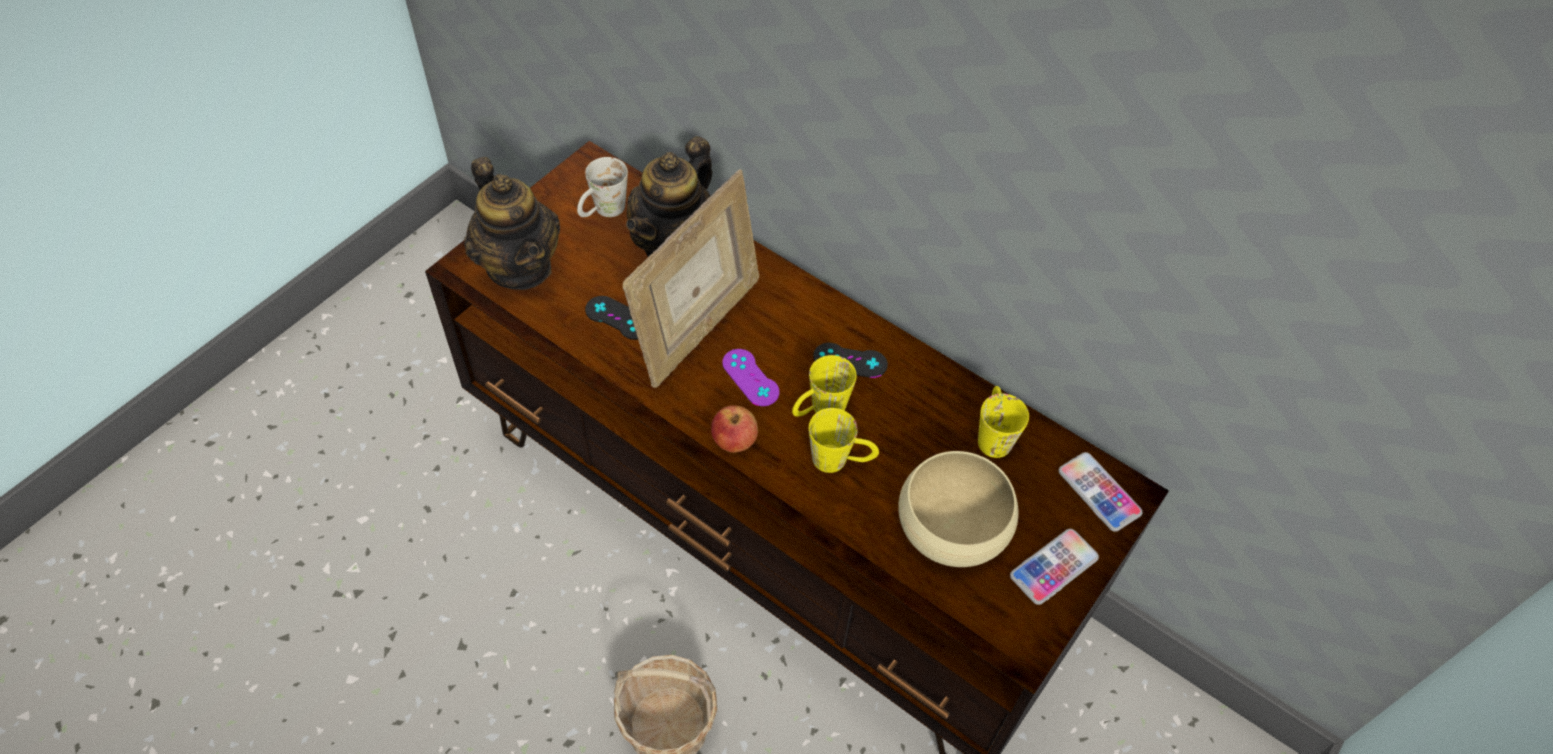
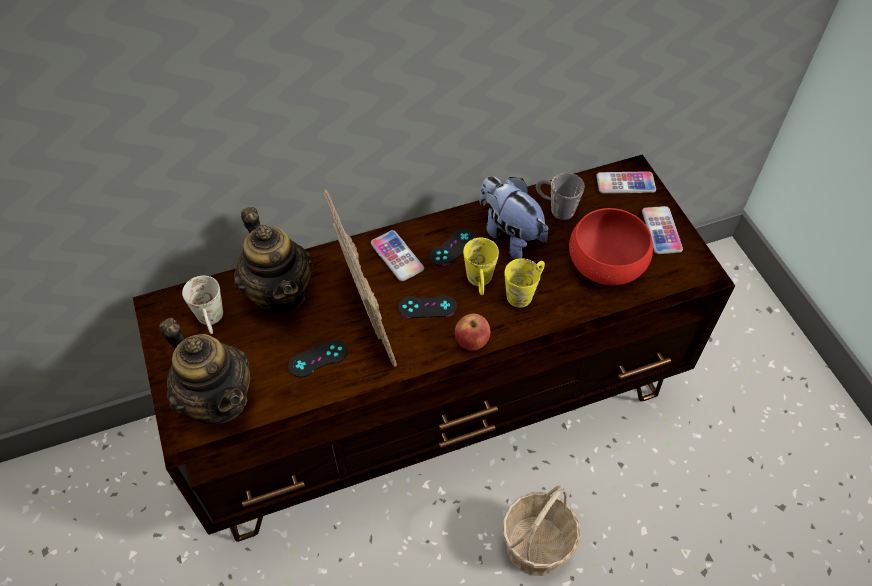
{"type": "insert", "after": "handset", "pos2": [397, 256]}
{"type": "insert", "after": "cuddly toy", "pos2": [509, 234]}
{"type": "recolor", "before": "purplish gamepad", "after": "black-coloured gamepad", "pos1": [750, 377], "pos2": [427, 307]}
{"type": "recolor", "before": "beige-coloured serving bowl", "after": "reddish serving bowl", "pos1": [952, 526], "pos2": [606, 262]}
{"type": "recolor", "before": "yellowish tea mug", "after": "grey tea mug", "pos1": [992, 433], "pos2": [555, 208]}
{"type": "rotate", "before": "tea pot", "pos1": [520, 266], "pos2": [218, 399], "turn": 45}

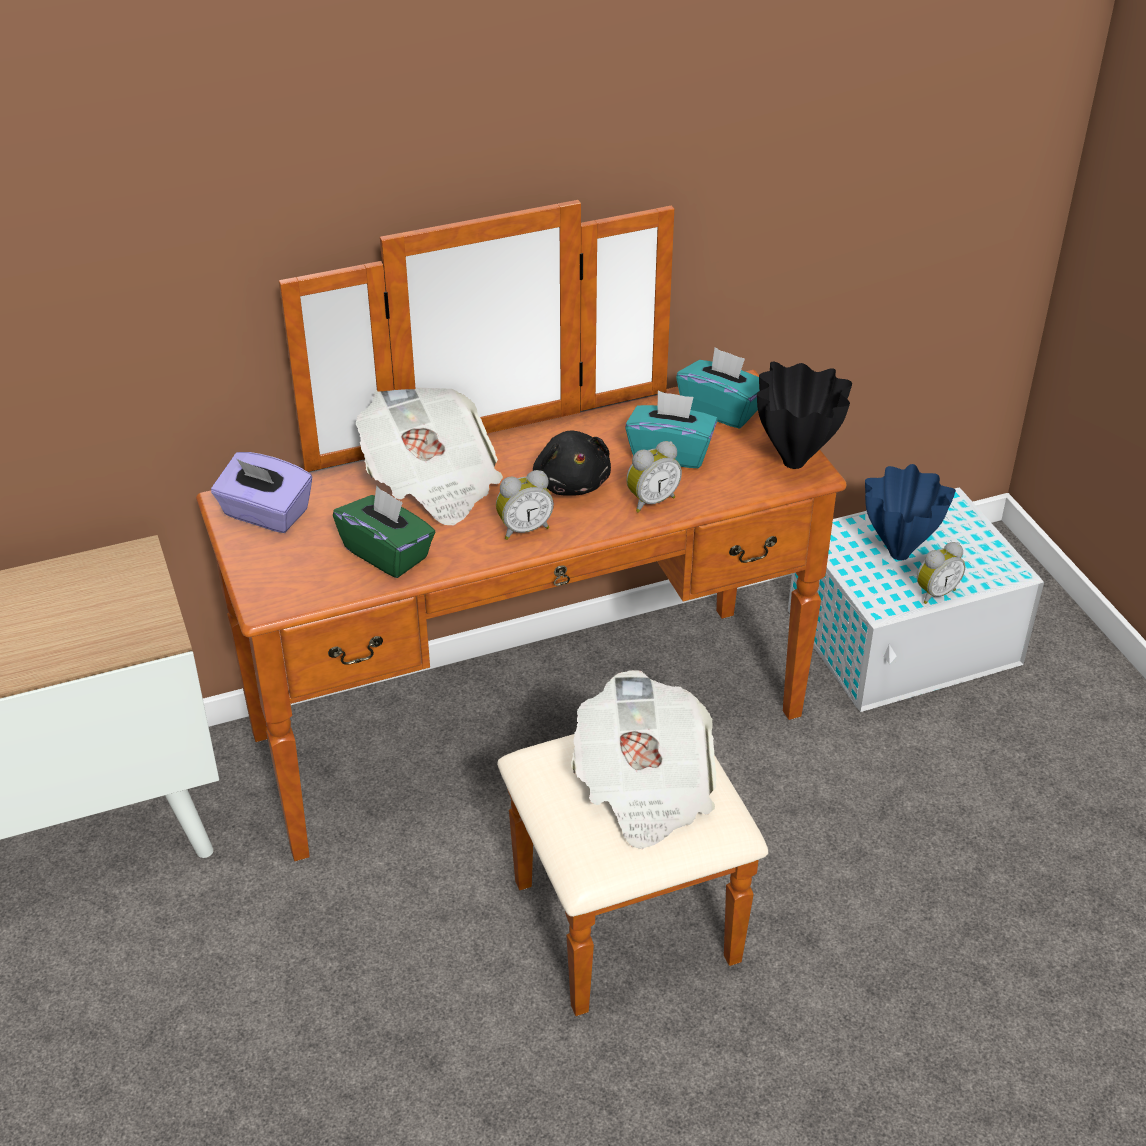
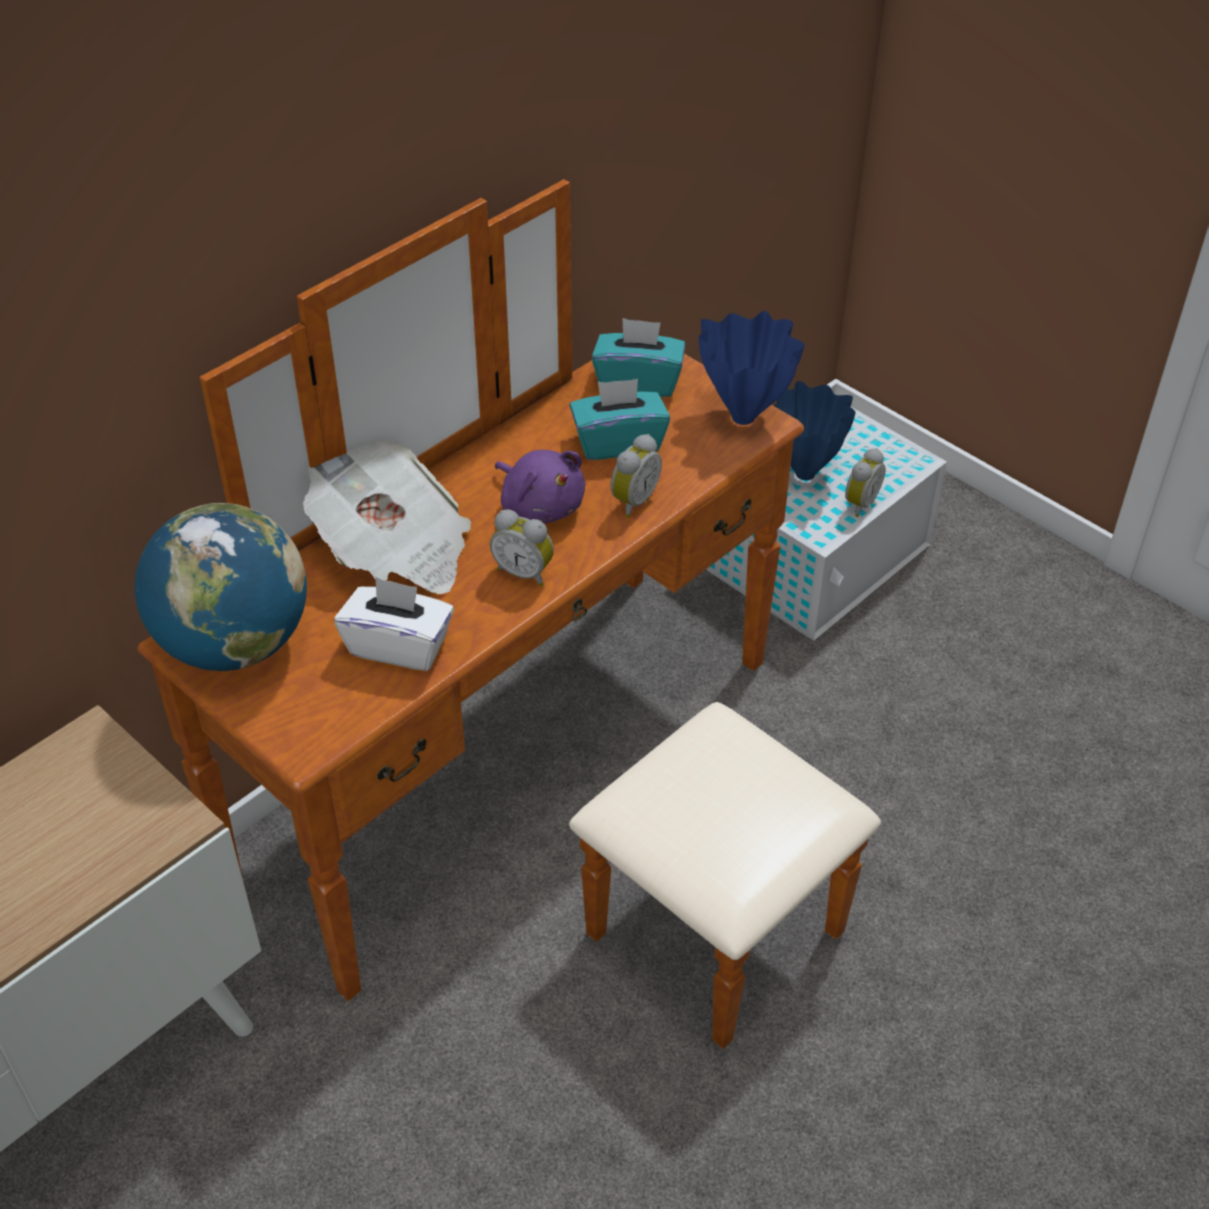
{"type": "delete", "before": "daily paper", "pos1": [644, 788]}
{"type": "replace", "before": "purplish box of tissues", "after": "globe", "pos1": [265, 514], "pos2": [234, 644]}
{"type": "recolor", "before": "green-coloured box of tissues", "after": "white-coloured box of tissues", "pos1": [387, 553], "pos2": [399, 645]}
{"type": "recolor", "before": "black-coloured cuddly toy", "after": "purplish cuddly toy", "pos1": [571, 482], "pos2": [540, 505]}
{"type": "recolor", "before": "black-coloured vase", "after": "bluish vase", "pos1": [795, 463], "pos2": [745, 418]}
{"type": "rotate", "before": "table clock", "pos1": [524, 529], "pos2": [524, 572], "turn": 75}

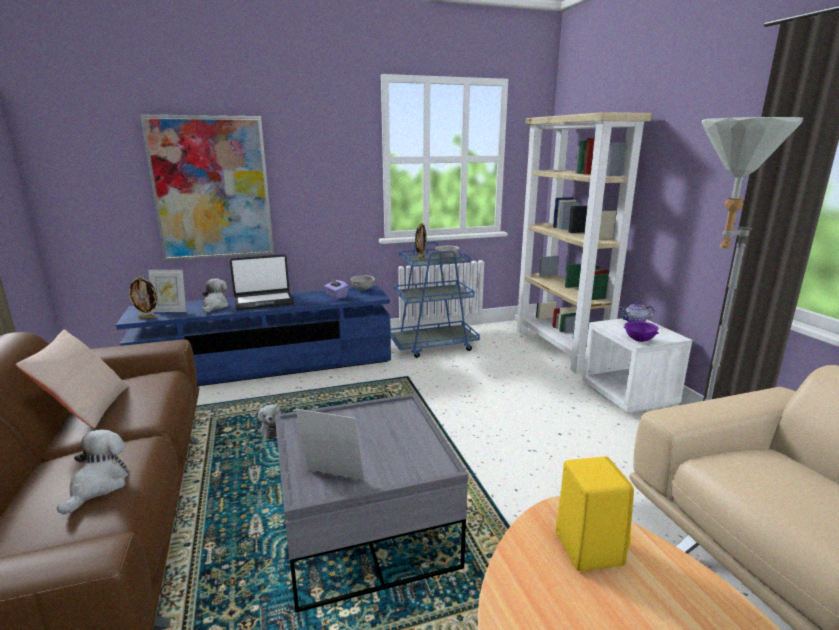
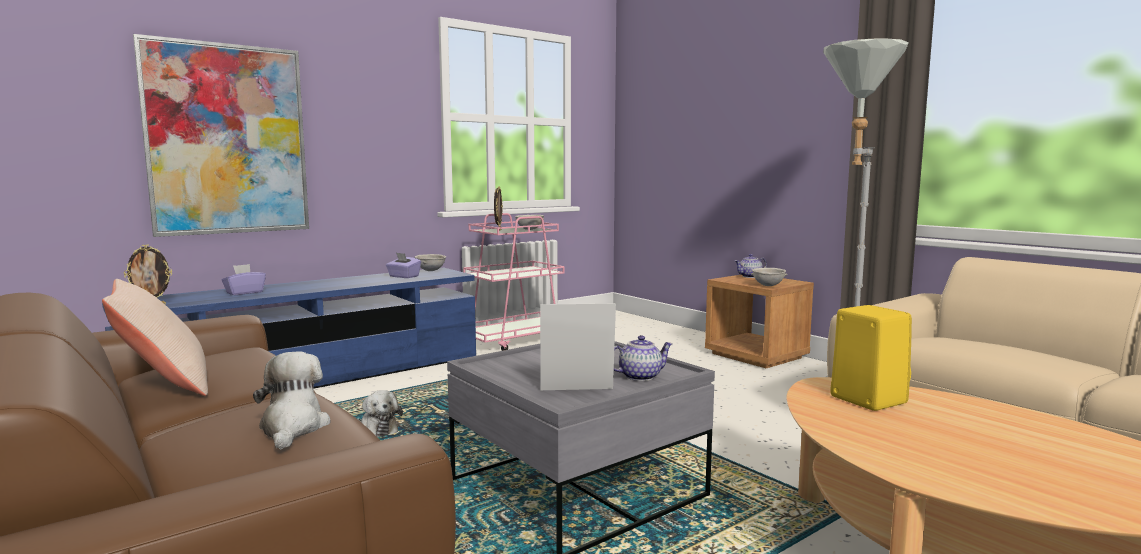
{"type": "delete", "before": "picture frame", "pos1": [170, 311]}
{"type": "delete", "before": "laptop", "pos1": [264, 301]}
{"type": "delete", "before": "beige-coloured bookcase", "pos1": [560, 348]}
{"type": "insert", "after": "tea pot", "pos2": [640, 376]}
{"type": "replace", "before": "cuddly toy", "after": "purplish box of tissues", "pos1": [215, 306], "pos2": [244, 292]}
{"type": "recolor", "before": "bluish wheeled cart", "after": "pink wheeled cart", "pos1": [433, 345], "pos2": [515, 340]}
{"type": "recolor", "before": "white-coloured bedside table", "after": "brown bedside table", "pos1": [629, 395], "pos2": [757, 356]}
{"type": "recolor", "before": "purplish serving bowl", "after": "grey serving bowl", "pos1": [639, 340], "pos2": [768, 286]}

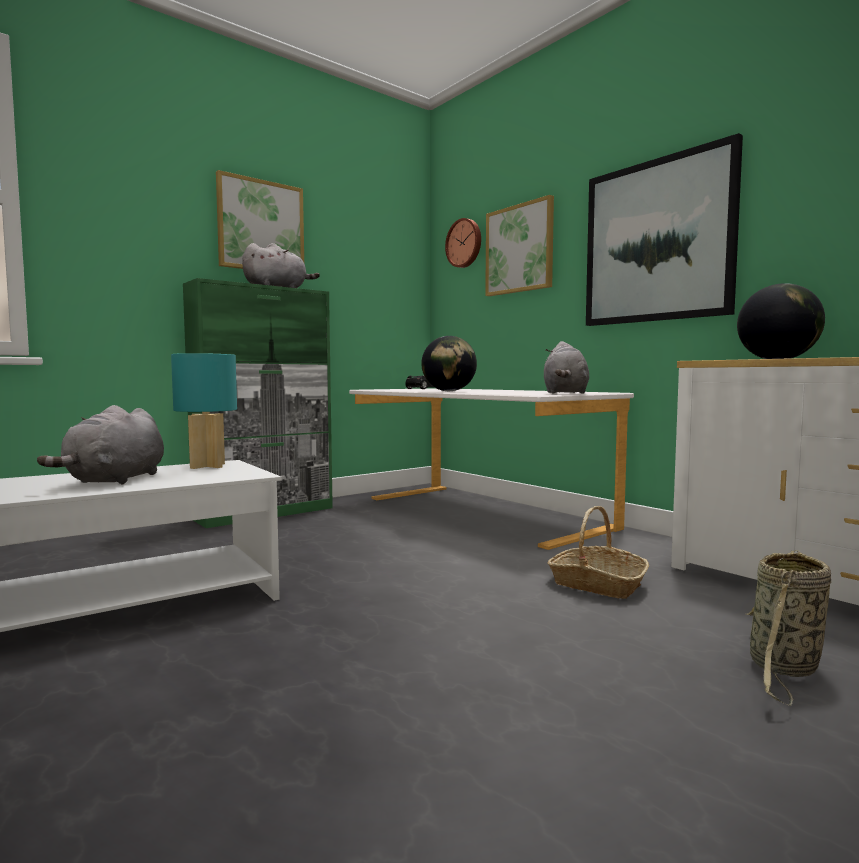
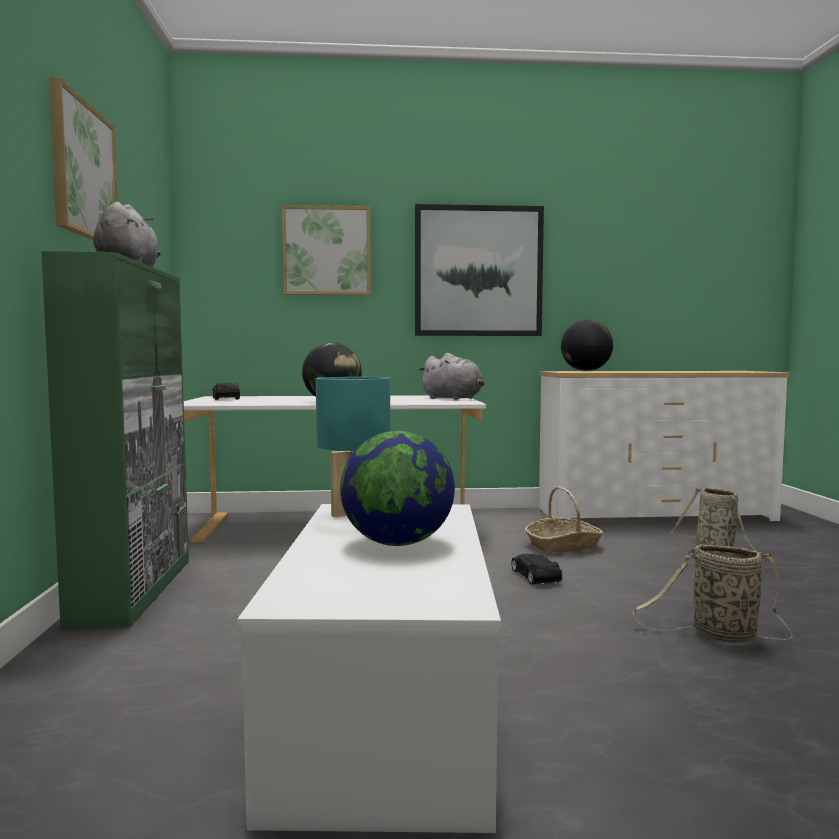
{"type": "delete", "before": "hanging clock", "pos1": [464, 243]}
{"type": "insert", "after": "black-coloured model car", "pos2": [535, 576]}
{"type": "insert", "after": "household basket", "pos2": [719, 635]}
{"type": "replace", "before": "grey cuddly toy", "after": "globe", "pos1": [115, 480], "pos2": [397, 543]}

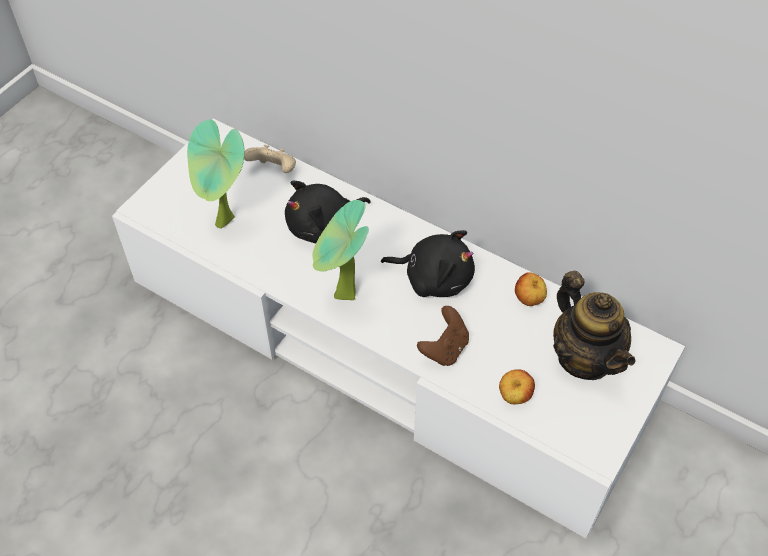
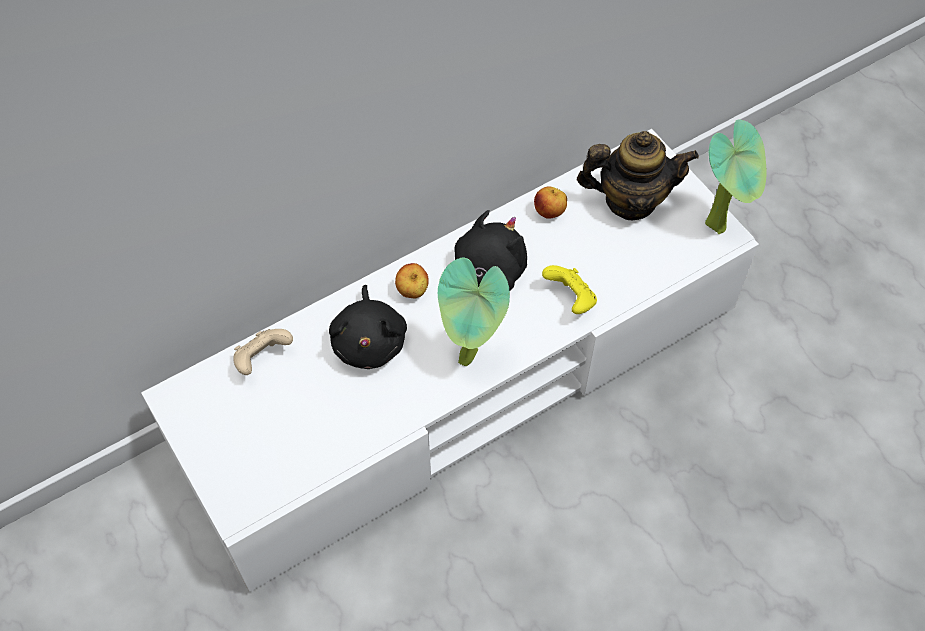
{"type": "move", "before": "houseplant", "pos1": [226, 224], "pos2": [720, 225]}
{"type": "move", "before": "whole apple", "pos1": [514, 396], "pos2": [412, 291]}
{"type": "recolor", "before": "brown gamepad", "after": "yellowish gamepad", "pos1": [444, 348], "pos2": [570, 299]}

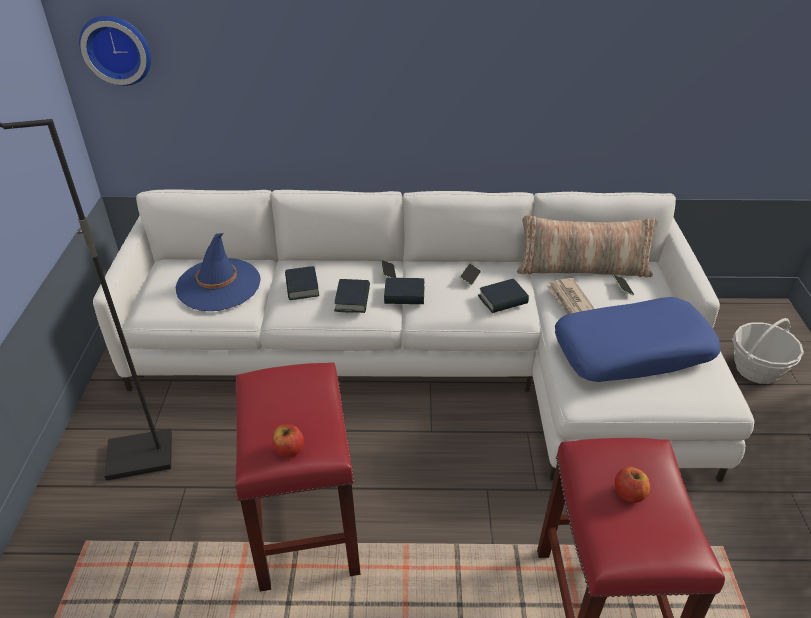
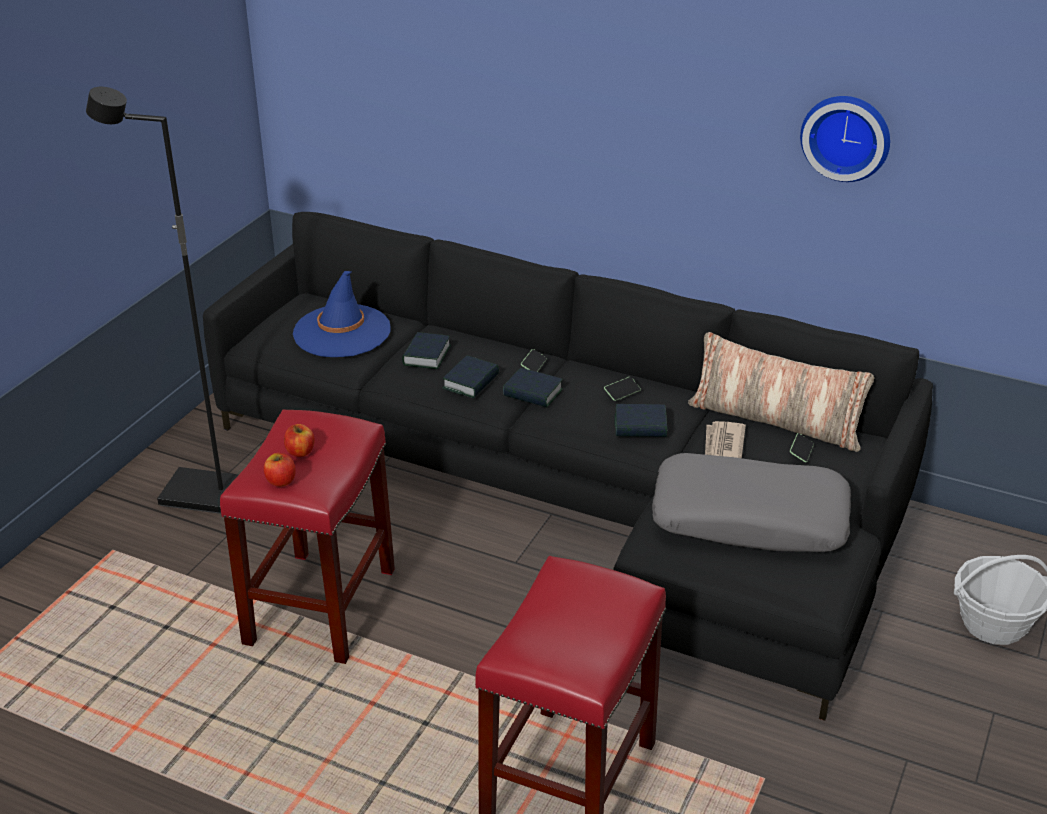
{"type": "move", "before": "hanging clock", "pos1": [117, 49], "pos2": [846, 136]}
{"type": "move", "before": "whole apple", "pos1": [629, 494], "pos2": [300, 452]}
{"type": "recolor", "before": "white-coloured couch", "after": "black-coloured couch", "pos1": [436, 360], "pos2": [576, 493]}
{"type": "recolor", "before": "bluish cushion", "after": "grey cushion", "pos1": [632, 351], "pos2": [750, 519]}

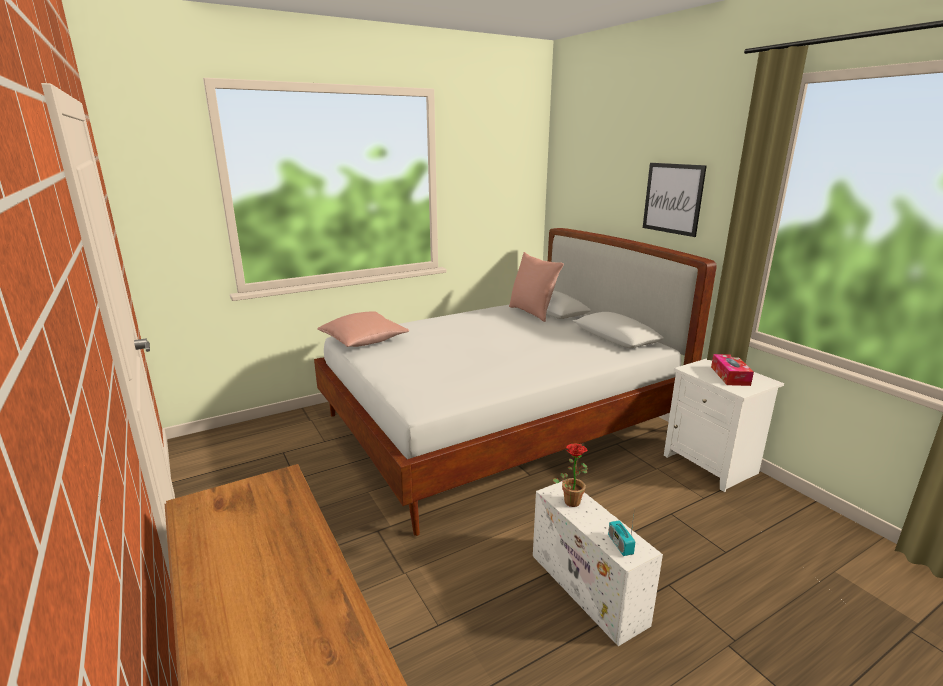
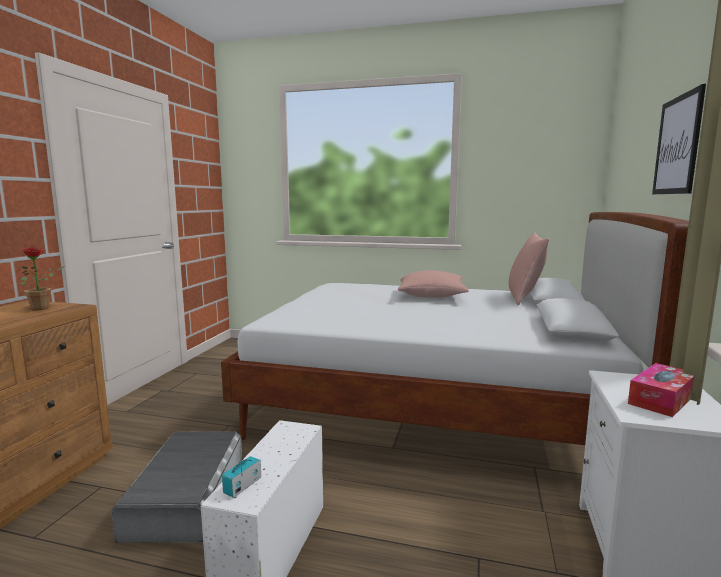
{"type": "insert", "after": "grey storage container", "pos2": [186, 495]}
{"type": "move", "before": "pink cushion", "pos1": [363, 340], "pos2": [431, 296]}
{"type": "move", "before": "houseplant", "pos1": [571, 499], "pos2": [44, 308]}

